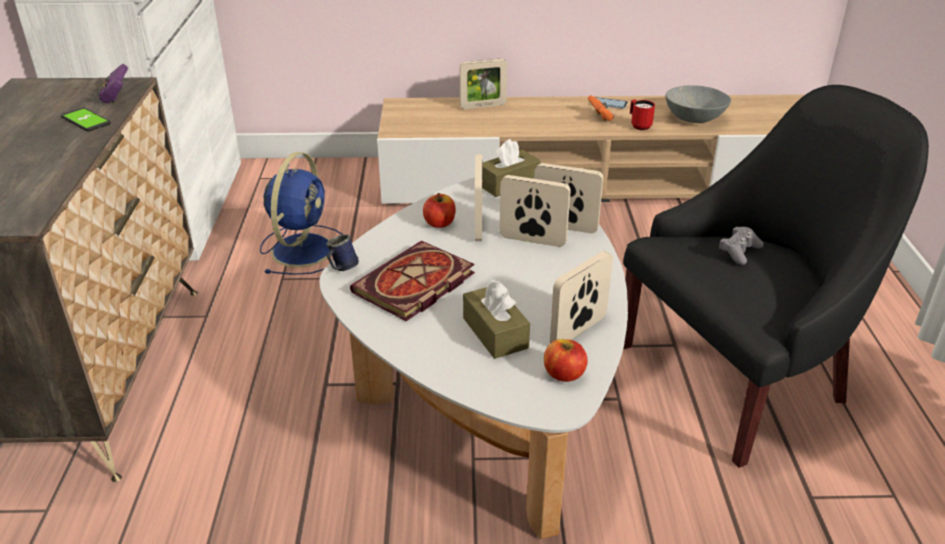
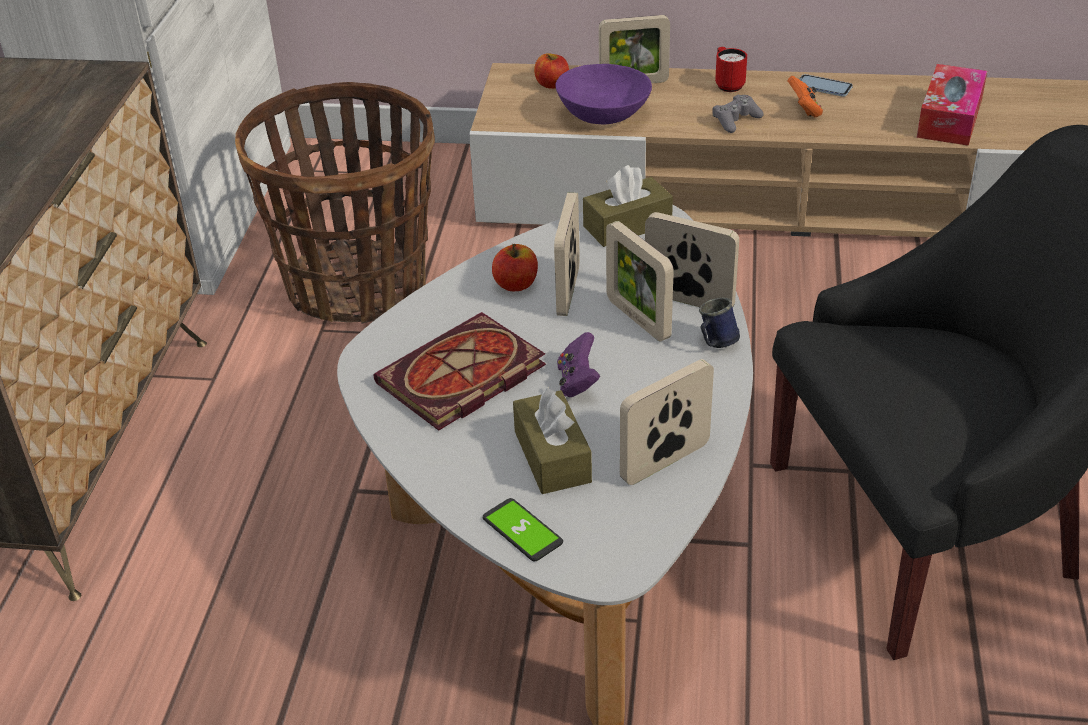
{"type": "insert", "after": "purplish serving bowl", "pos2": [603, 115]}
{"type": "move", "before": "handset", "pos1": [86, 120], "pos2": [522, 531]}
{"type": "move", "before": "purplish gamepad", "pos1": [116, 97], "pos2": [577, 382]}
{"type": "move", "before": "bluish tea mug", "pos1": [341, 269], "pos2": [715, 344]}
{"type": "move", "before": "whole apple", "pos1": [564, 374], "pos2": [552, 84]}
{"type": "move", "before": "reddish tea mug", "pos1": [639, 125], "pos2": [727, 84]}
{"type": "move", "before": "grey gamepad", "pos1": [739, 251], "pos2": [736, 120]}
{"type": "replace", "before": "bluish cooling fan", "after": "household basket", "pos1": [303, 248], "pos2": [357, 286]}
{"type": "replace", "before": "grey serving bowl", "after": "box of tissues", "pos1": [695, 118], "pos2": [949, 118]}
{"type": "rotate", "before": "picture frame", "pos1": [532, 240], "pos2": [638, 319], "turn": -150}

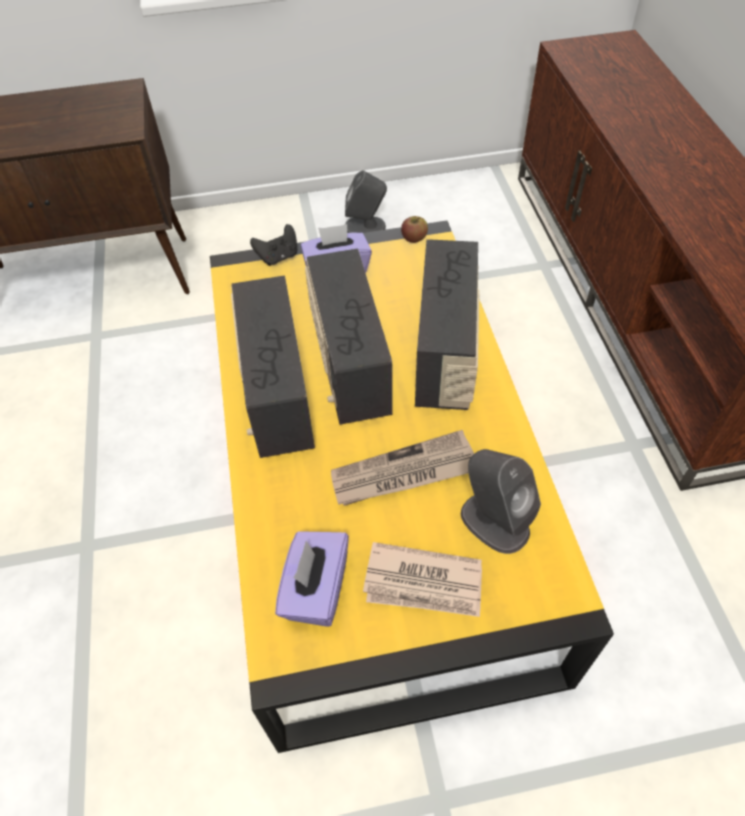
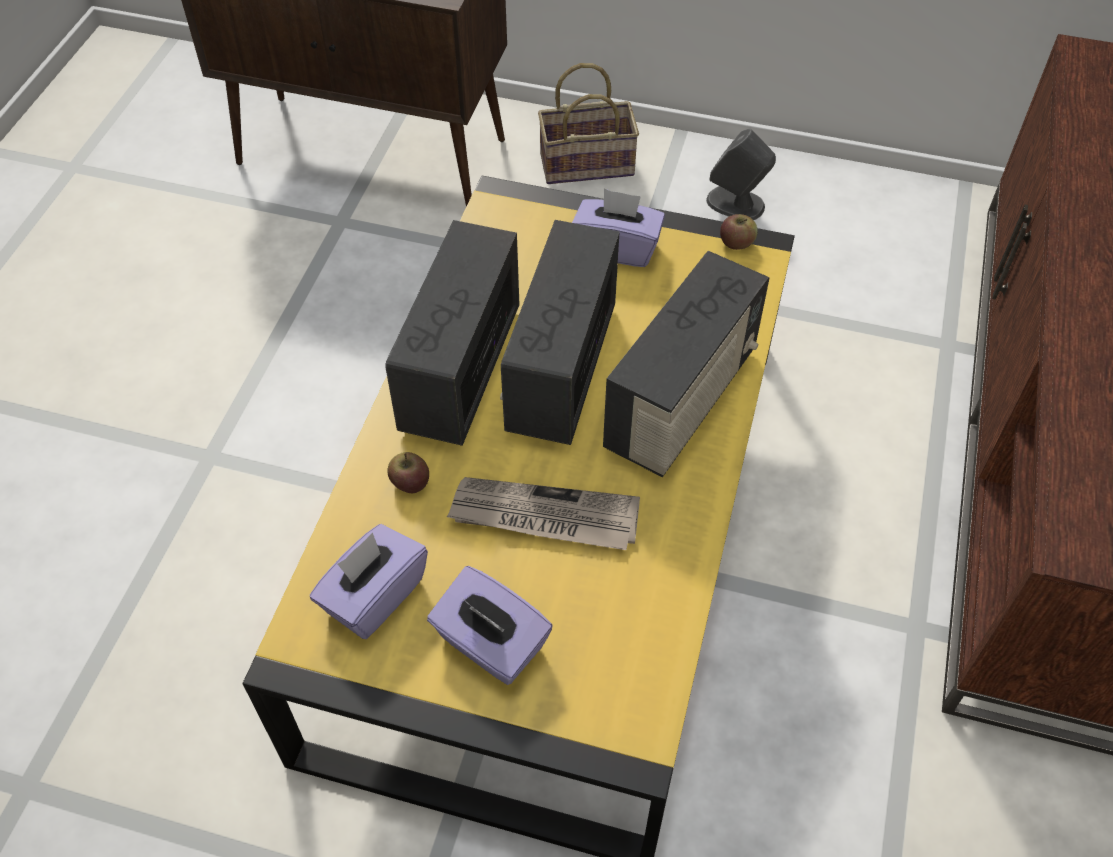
{"type": "delete", "before": "black-coloured gamepad", "pos1": [278, 257]}
{"type": "delete", "before": "grey loudspeaker", "pos1": [494, 521]}
{"type": "insert", "after": "whole apple", "pos2": [410, 483]}
{"type": "insert", "after": "household basket", "pos2": [589, 163]}
{"type": "replace", "before": "daily paper", "after": "purplish box of tissues", "pos1": [424, 583], "pos2": [490, 644]}

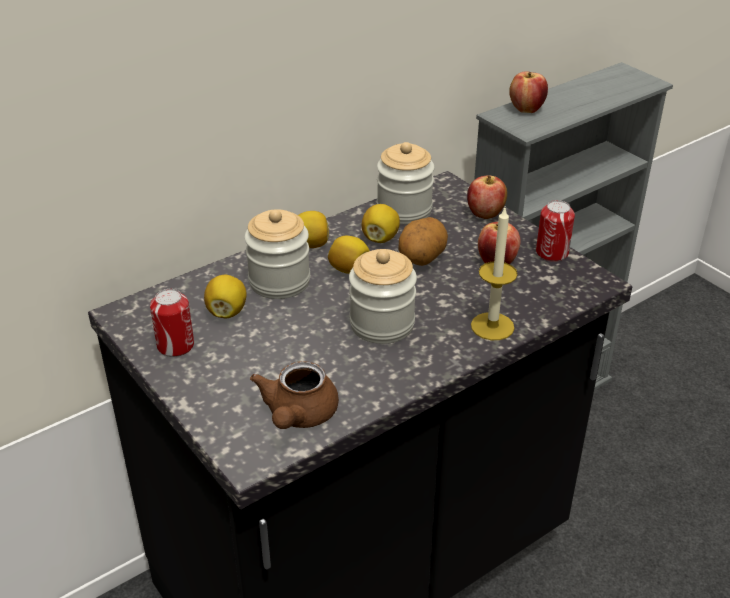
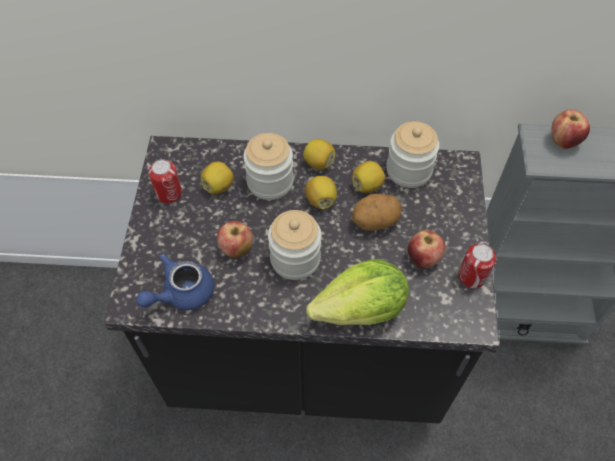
{"type": "move", "before": "whole apple", "pos1": [485, 214], "pos2": [236, 249]}
{"type": "replace", "before": "wax light", "after": "head of lettuce", "pos1": [492, 326], "pos2": [361, 310]}
{"type": "recolor", "before": "brown tea pot", "after": "bluish tea pot", "pos1": [298, 416], "pos2": [181, 293]}

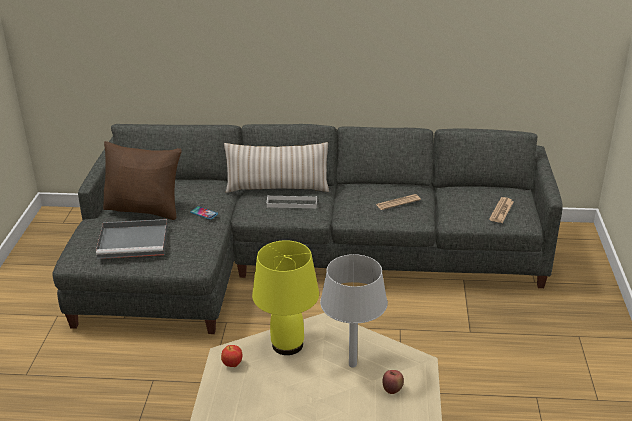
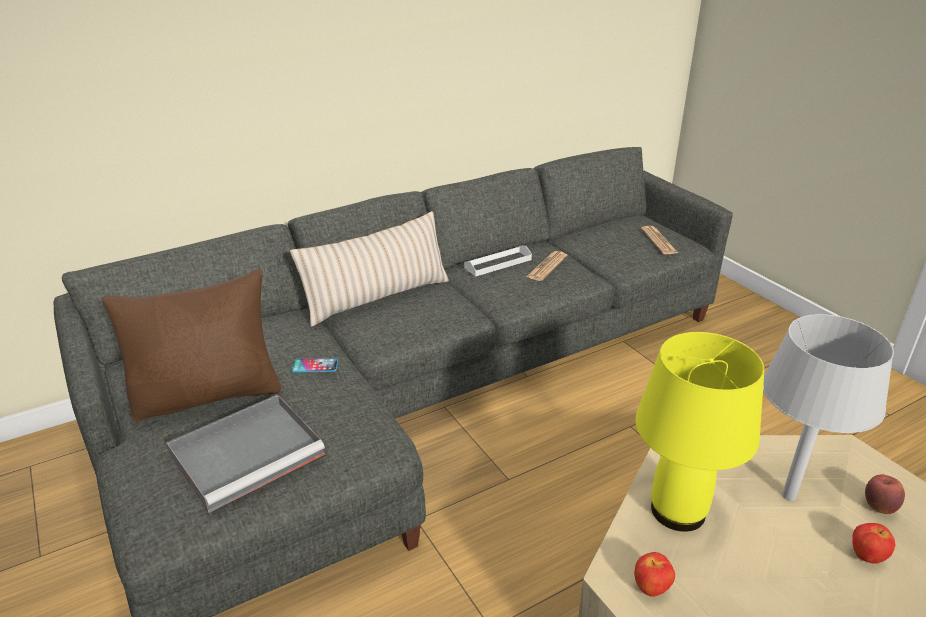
{"type": "insert", "after": "whole apple", "pos2": [866, 556]}
{"type": "move", "before": "white-coloured carrying tray", "pos1": [292, 203], "pos2": [498, 263]}

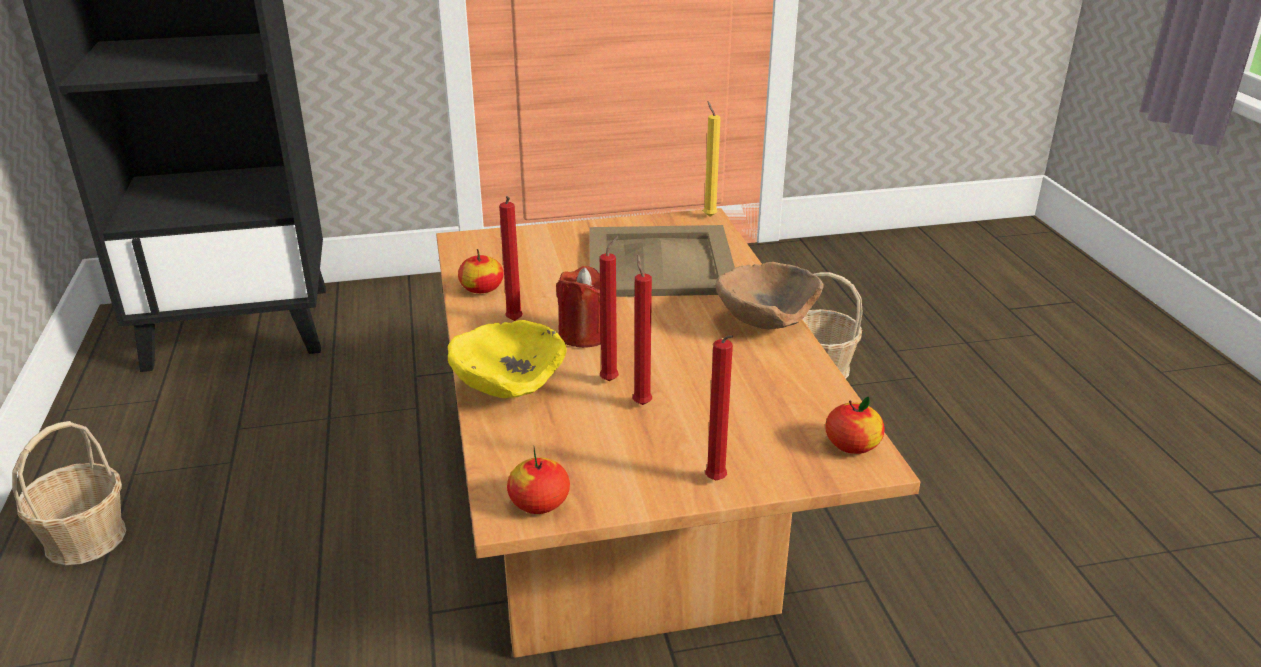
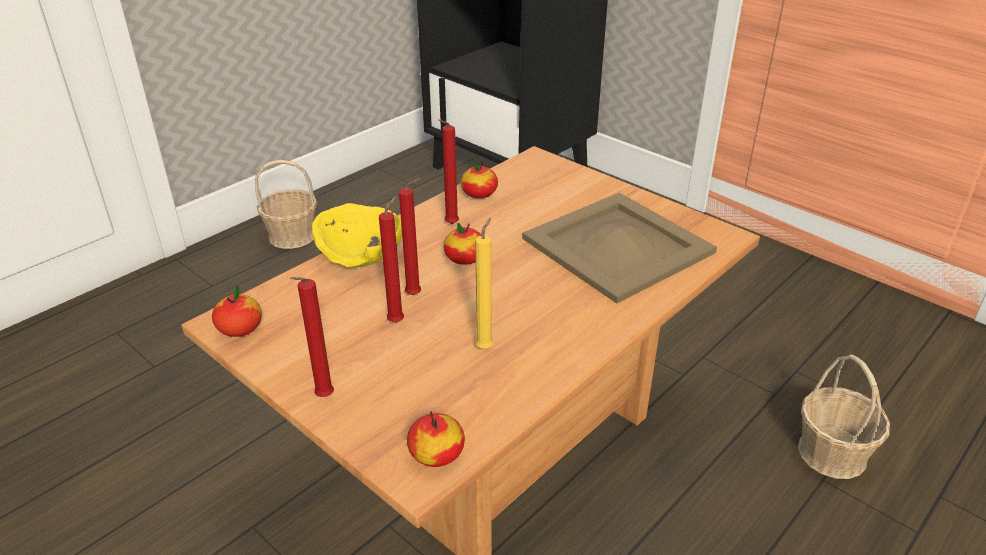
{"type": "delete", "before": "brown serving bowl", "pos1": [763, 322]}
{"type": "move", "before": "yellowish wax light", "pos1": [708, 216], "pos2": [485, 346]}
{"type": "replace", "before": "reddish wax light", "after": "whole apple", "pos1": [584, 335], "pos2": [464, 259]}

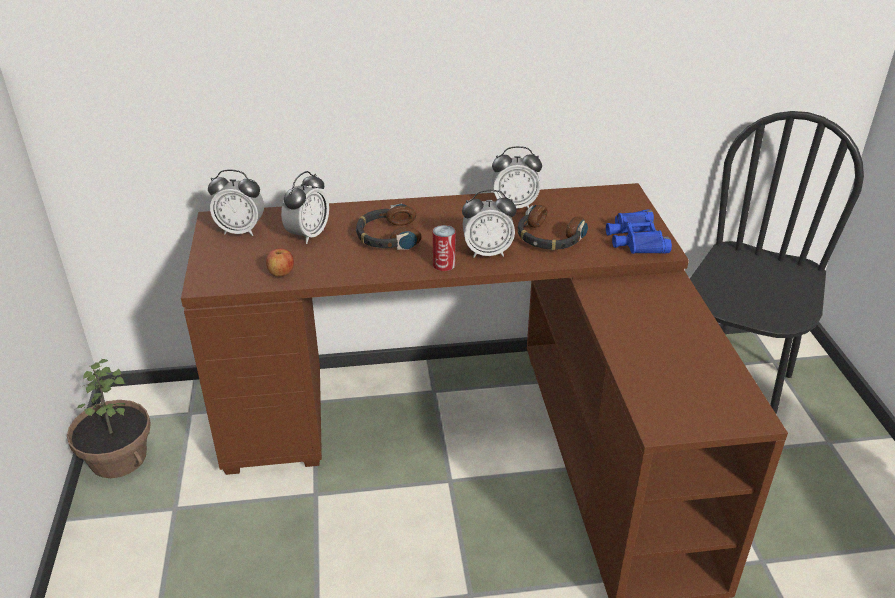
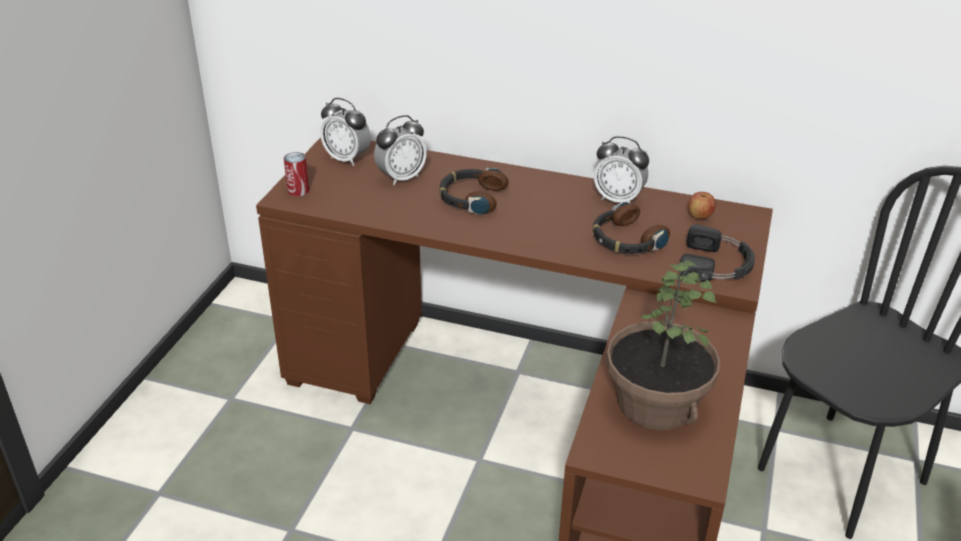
{"type": "delete", "before": "table clock", "pos1": [487, 252]}
{"type": "move", "before": "houseplant", "pos1": [117, 458], "pos2": [655, 403]}
{"type": "move", "before": "whole apple", "pos1": [281, 273], "pos2": [699, 216]}
{"type": "move", "before": "can", "pos1": [444, 264], "pos2": [298, 190]}
{"type": "replace", "before": "bluish field glasses", "after": "black-coloured headset", "pos1": [635, 239], "pos2": [717, 265]}

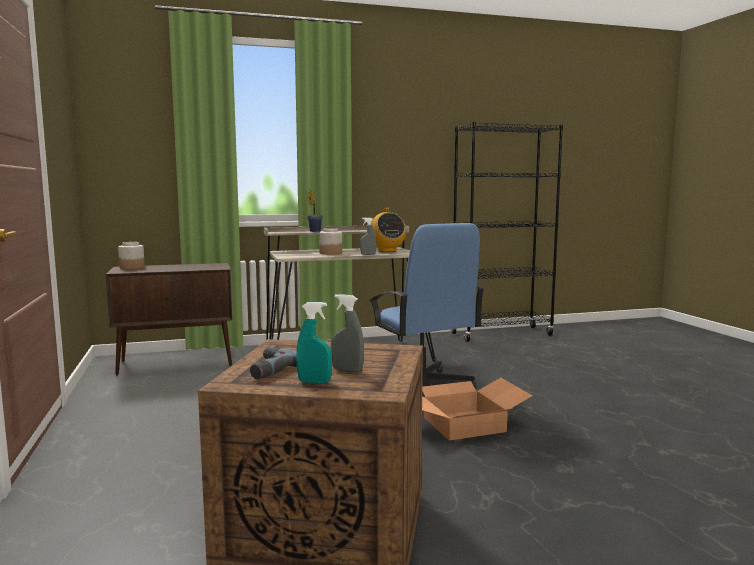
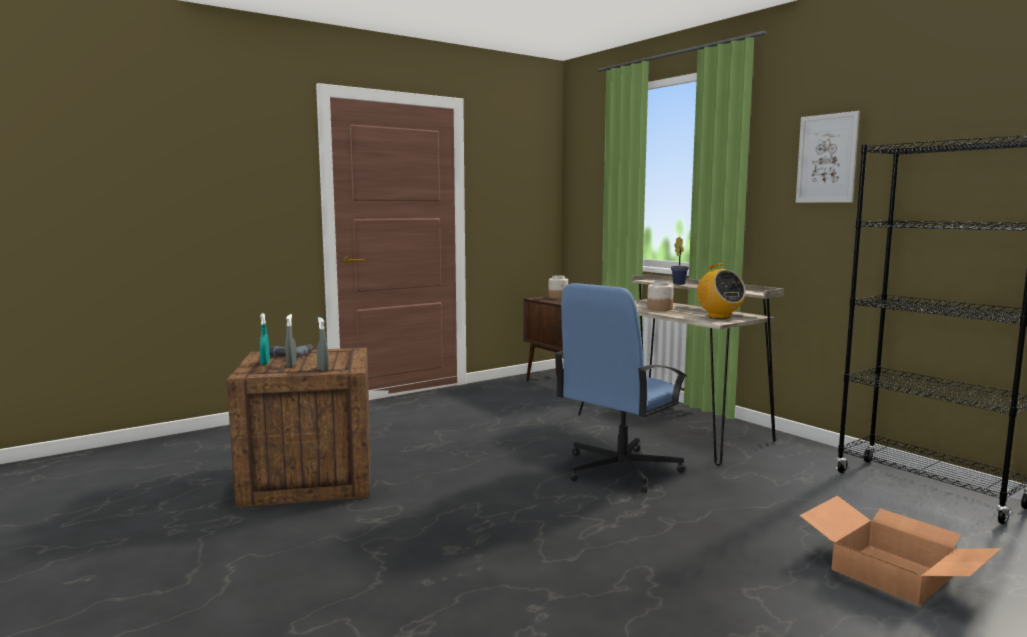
{"type": "insert", "after": "wall picture", "pos2": [827, 158]}
{"type": "move", "before": "grey sprayer", "pos1": [368, 254], "pos2": [323, 370]}
{"type": "move", "before": "packing box", "pos1": [464, 424], "pos2": [893, 573]}
{"type": "rotate", "before": "radio", "pos1": [387, 251], "pos2": [719, 317], "turn": -75}

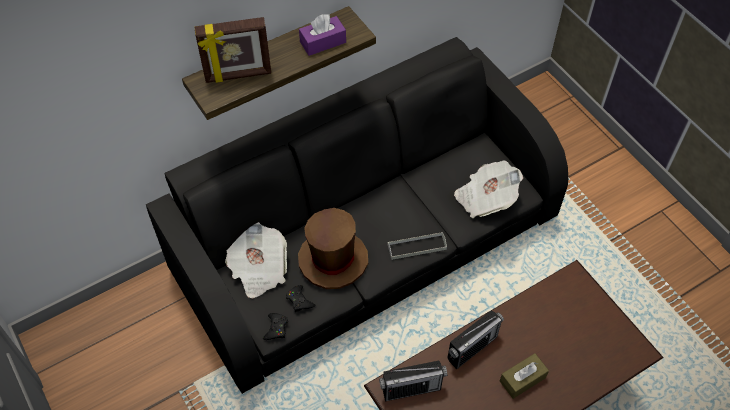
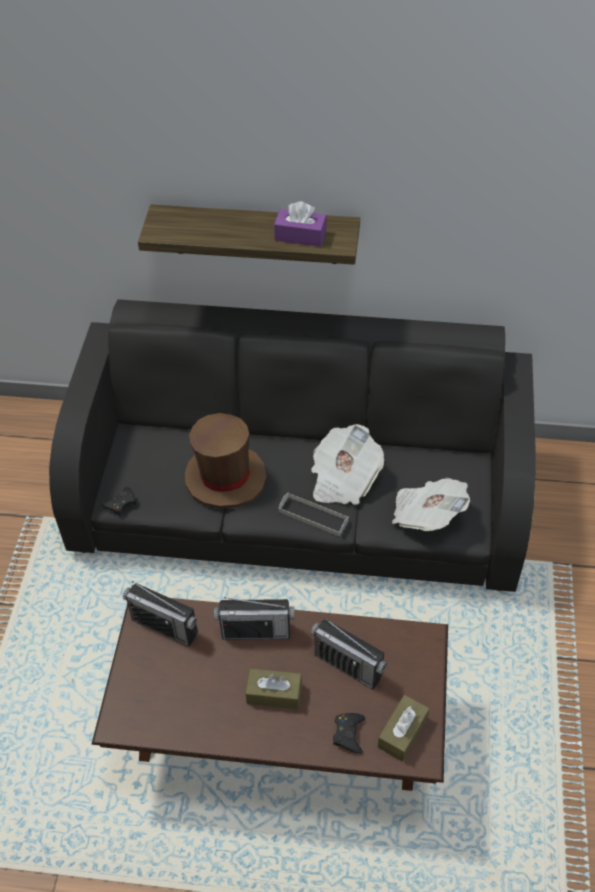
{"type": "delete", "before": "picture frame", "pos1": [238, 75]}
{"type": "insert", "after": "radio", "pos2": [348, 665]}
{"type": "insert", "after": "brown box of tissues", "pos2": [402, 732]}
{"type": "move", "before": "daily paper", "pos1": [258, 269], "pos2": [343, 479]}
{"type": "move", "before": "black-coloured gamepad", "pos1": [299, 300], "pos2": [348, 734]}

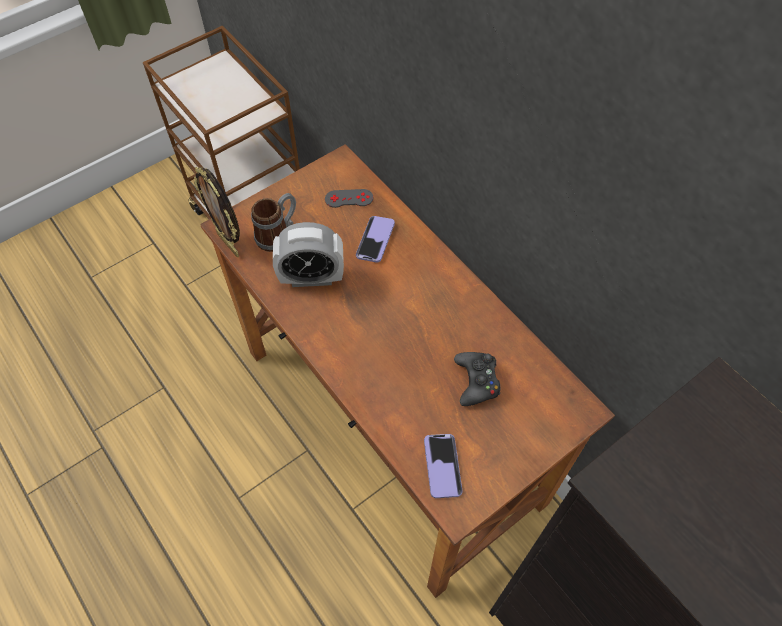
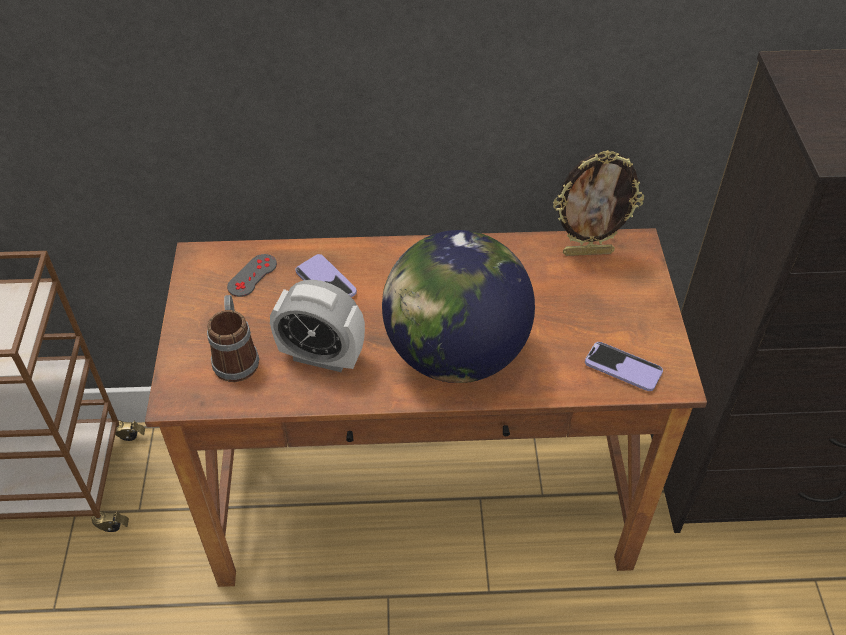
{"type": "delete", "before": "black-coloured gamepad", "pos1": [477, 381]}
{"type": "insert", "after": "globe", "pos2": [456, 354]}
{"type": "move", "before": "picture frame", "pos1": [229, 244], "pos2": [588, 252]}
{"type": "rotate", "before": "table clock", "pos1": [311, 277], "pos2": [321, 356], "turn": 75}

